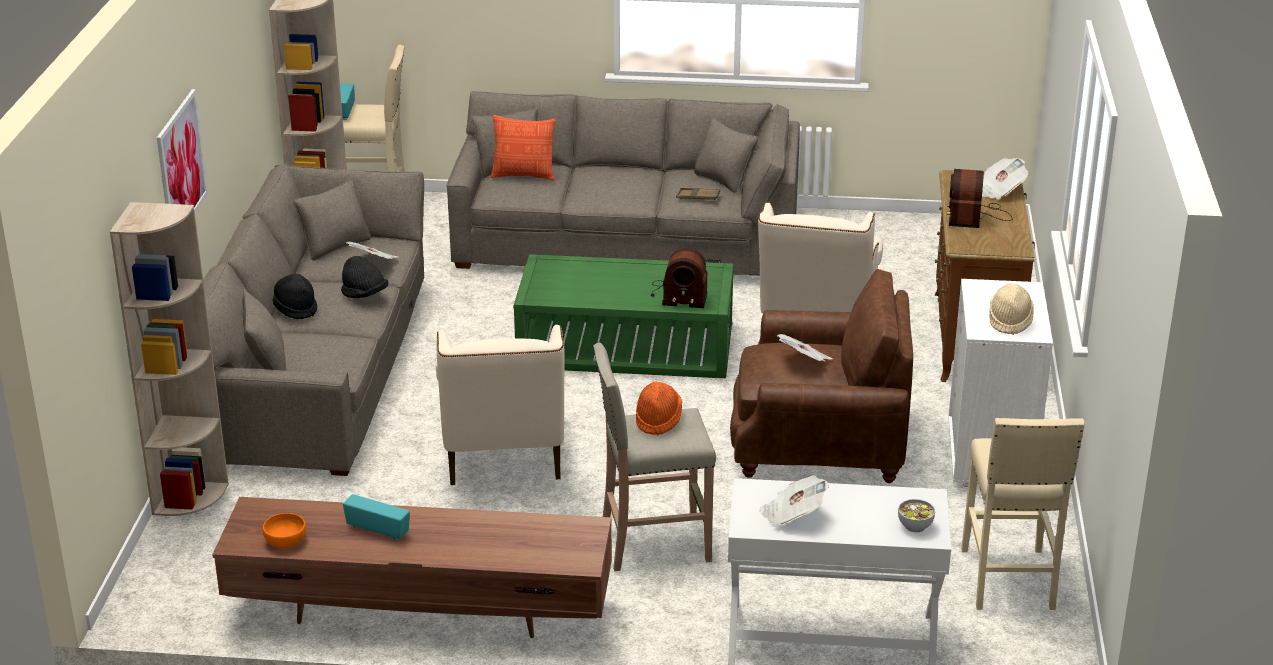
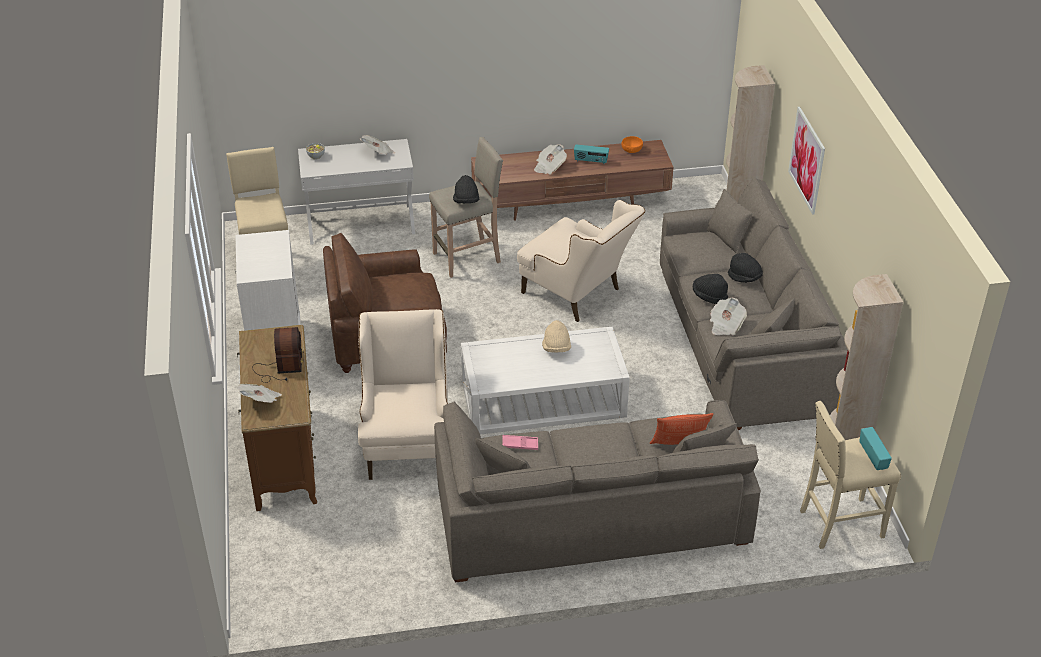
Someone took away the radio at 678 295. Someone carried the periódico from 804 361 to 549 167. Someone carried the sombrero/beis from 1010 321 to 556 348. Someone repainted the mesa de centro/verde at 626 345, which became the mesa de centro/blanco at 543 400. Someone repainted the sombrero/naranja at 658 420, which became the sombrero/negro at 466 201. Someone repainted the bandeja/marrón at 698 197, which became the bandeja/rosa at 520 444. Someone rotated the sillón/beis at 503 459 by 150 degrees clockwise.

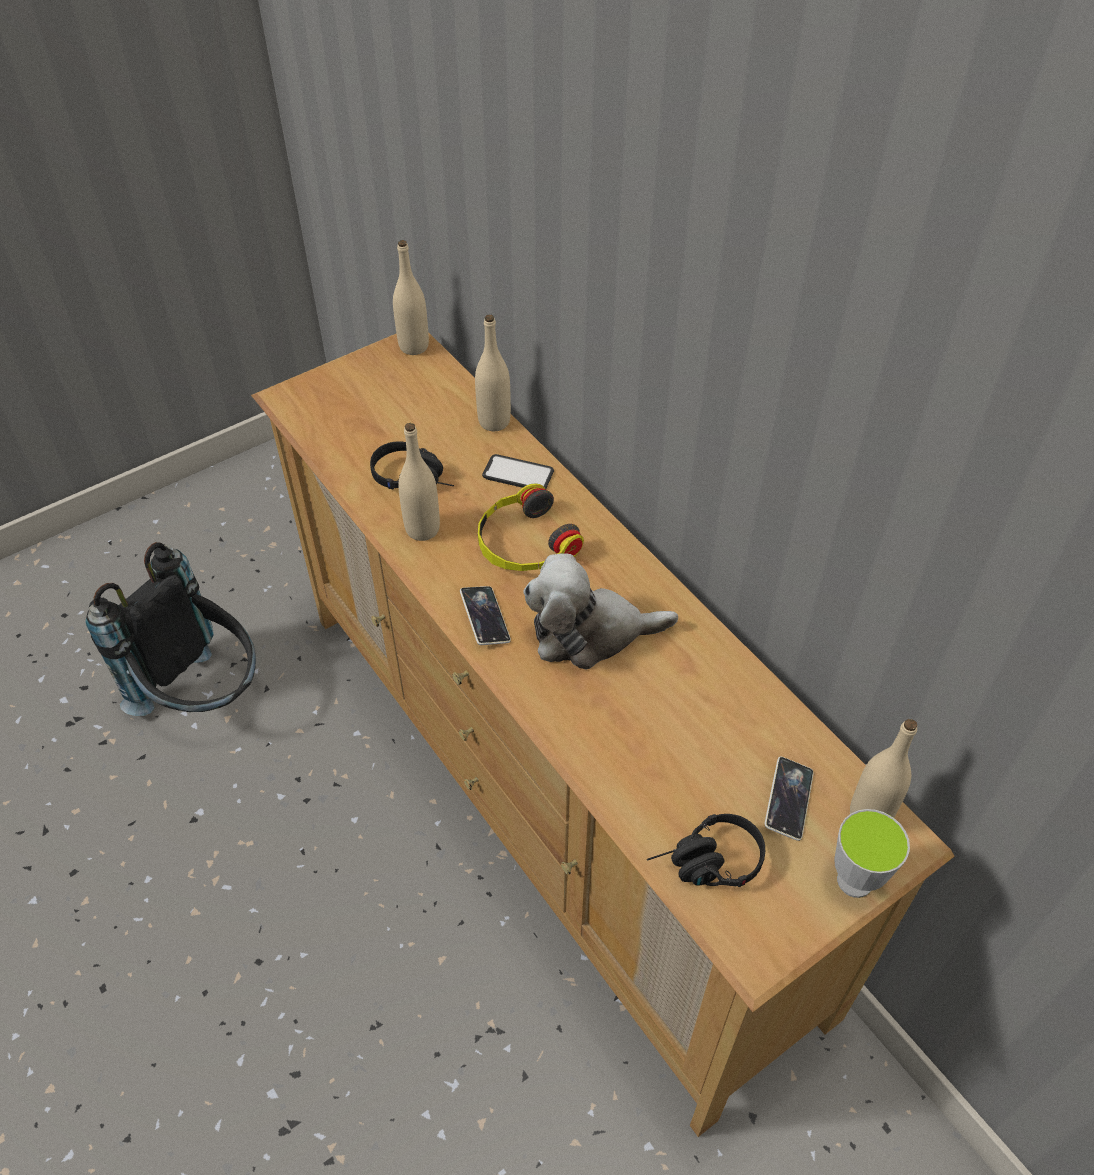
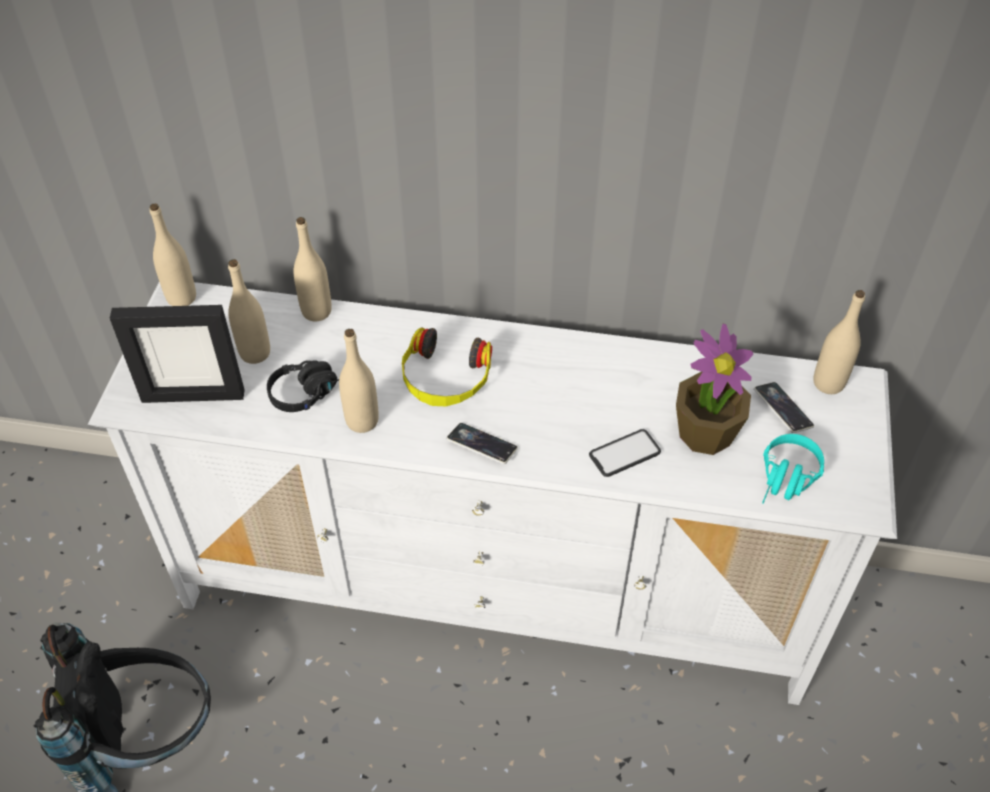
Someone took away the peluche at 590 632. Someone took away the taza at 854 881. Someone put down the portarretratos at 193 394. Someone put down the botella/beis at 255 353. Someone put down the planta en maceta at 705 433. Someone carried the móvil from 518 474 to 624 453. Someone repainted the cómoda/marrón at 548 799, which became the cómoda/blanco at 495 588. Someone repainted the auriculares/negro at 705 865, which became the auriculares/turquesa at 786 482.

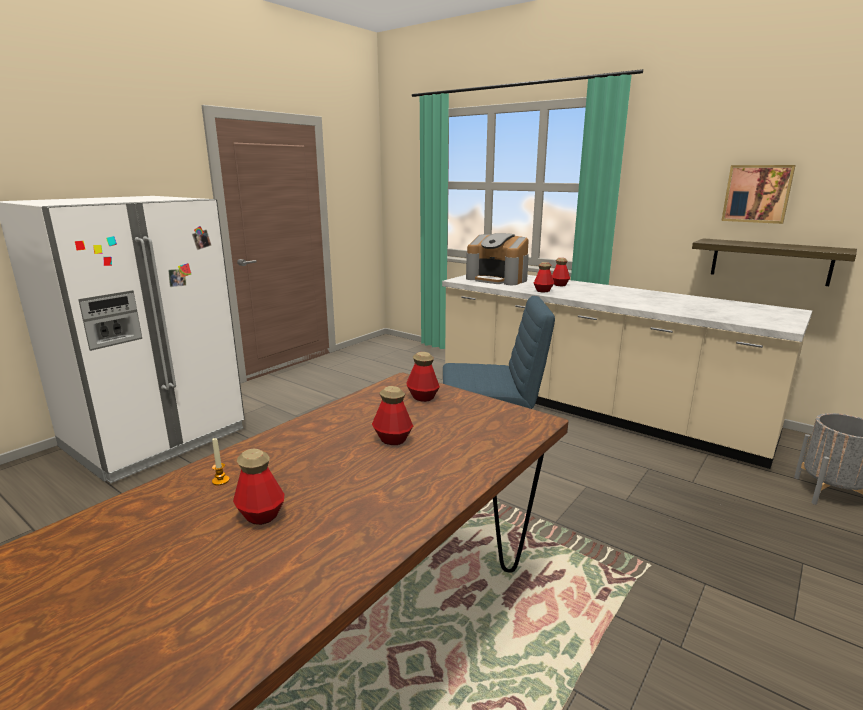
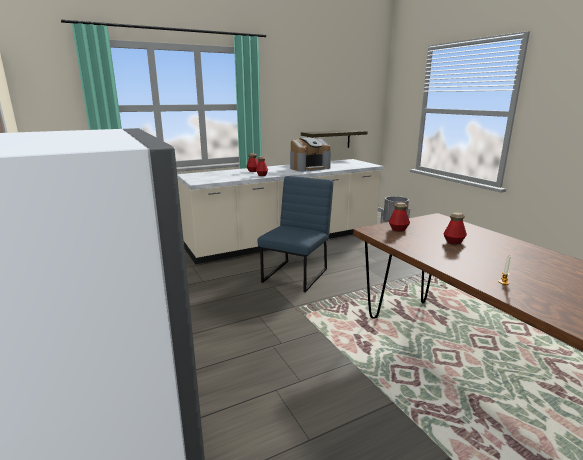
Someone took away the botella at 261 515. Someone took away the cuadro at 757 193. Someone carried the cafetera from 497 279 to 309 168.

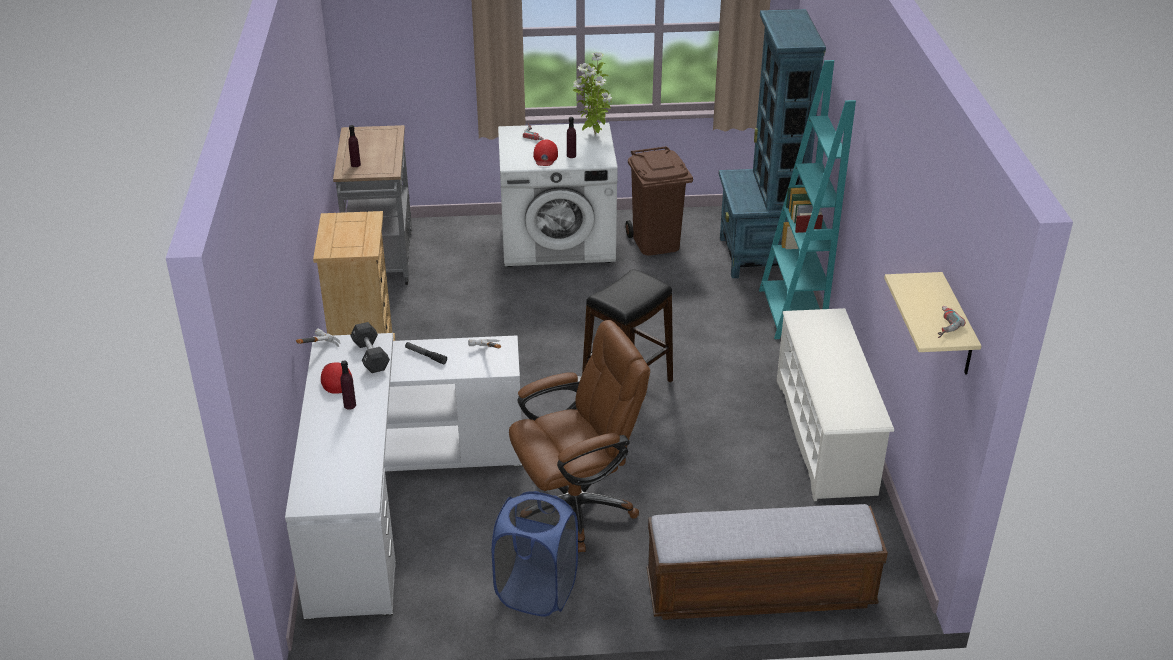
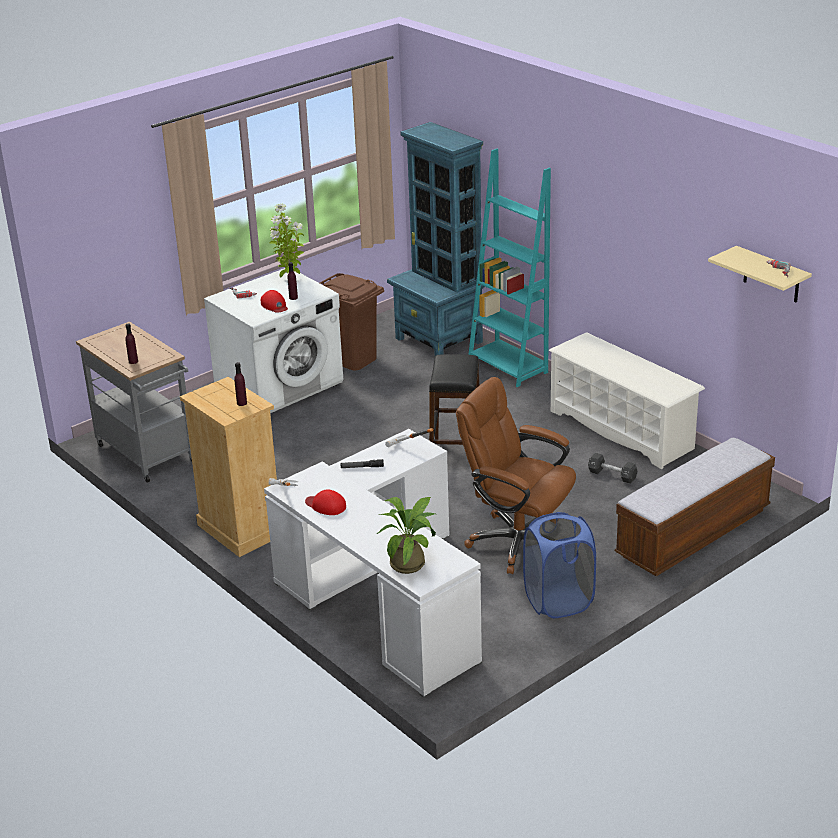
Someone put down the planta en maceta at 411 562. Someone carried the botella/morado from 350 405 to 242 403. Someone carried the mancuerna/negro from 370 356 to 612 475. Someone rotated the silla de oficina/marrón at 575 507 by 90 degrees counterclockwise.

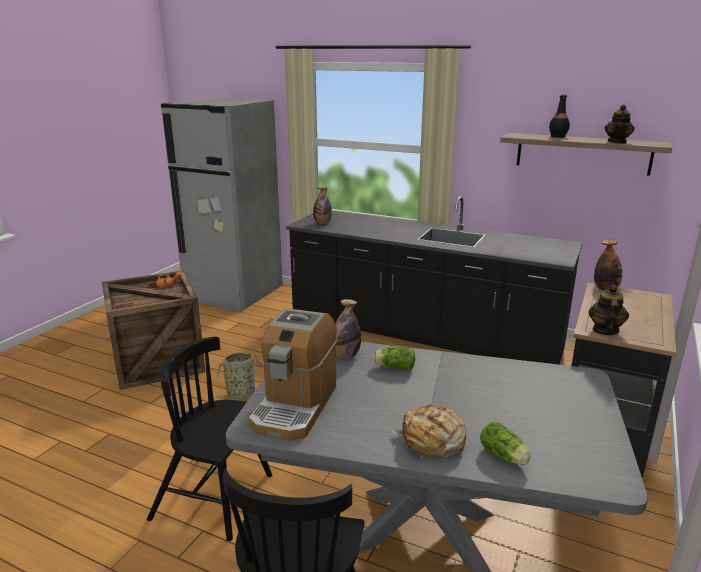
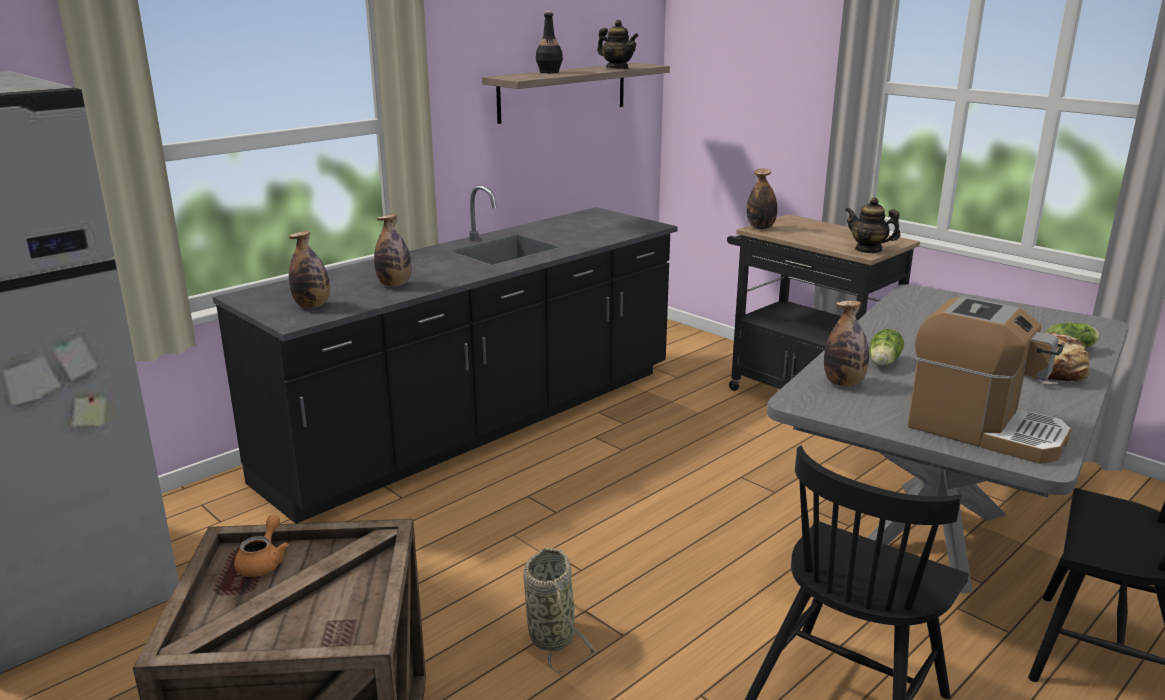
Someone put down the botella at 394 285.

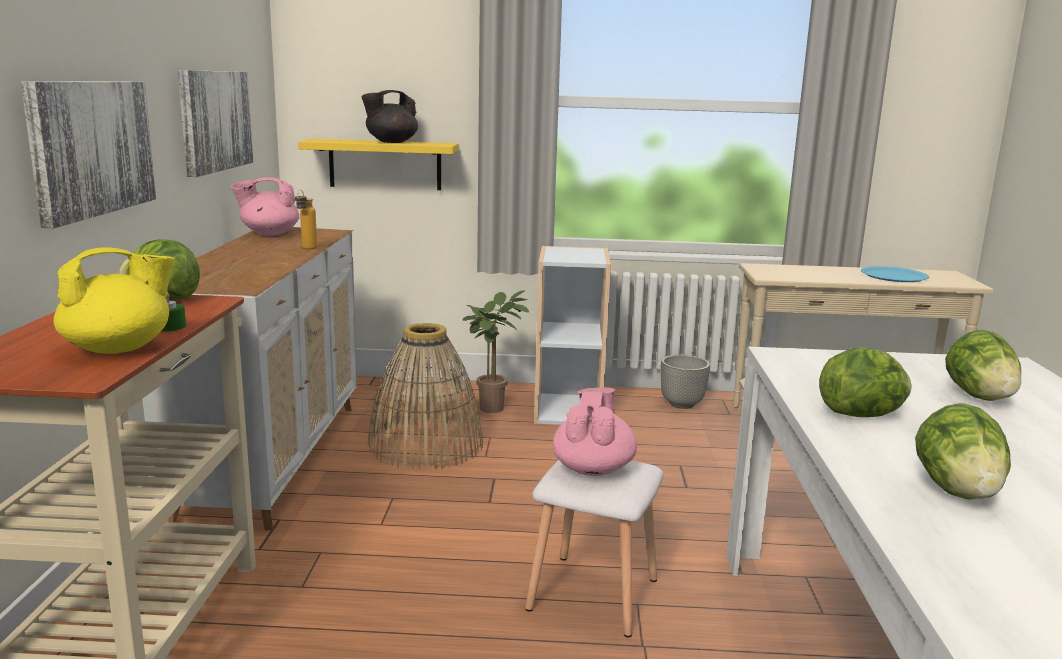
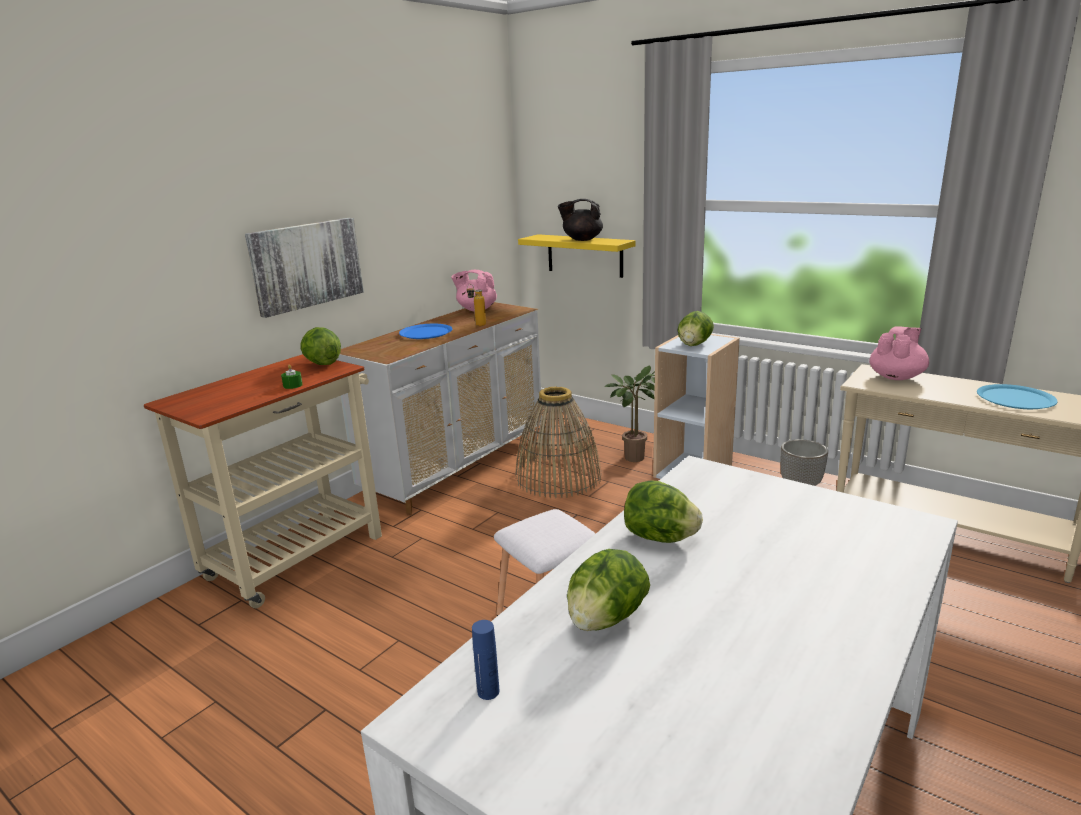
Someone took away the tetera/amarillo at 120 348. Someone took away the cuadro at 214 120. Someone put down the plato/azul at 426 332. Someone put down the botella/azul at 488 691. Someone carried the tetera/rosa from 593 468 to 896 377. Someone carried the lechuga from 979 396 to 694 345.

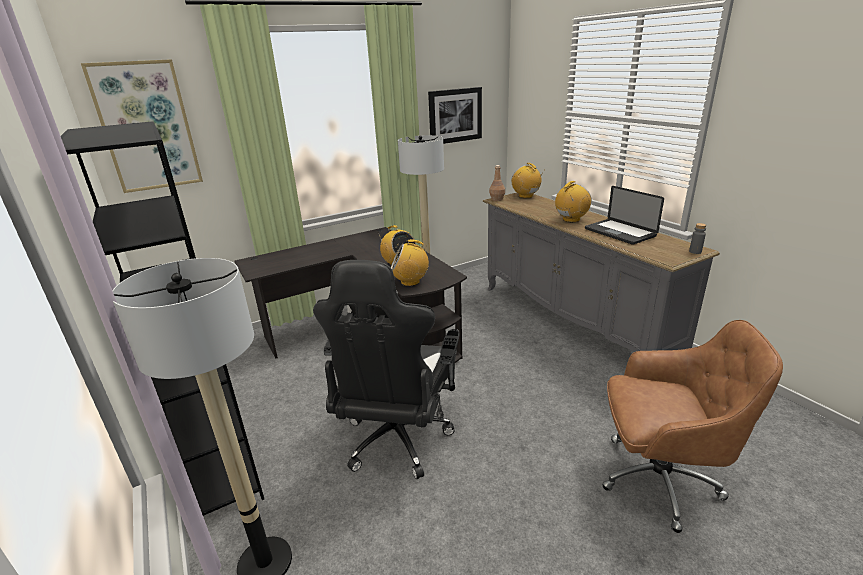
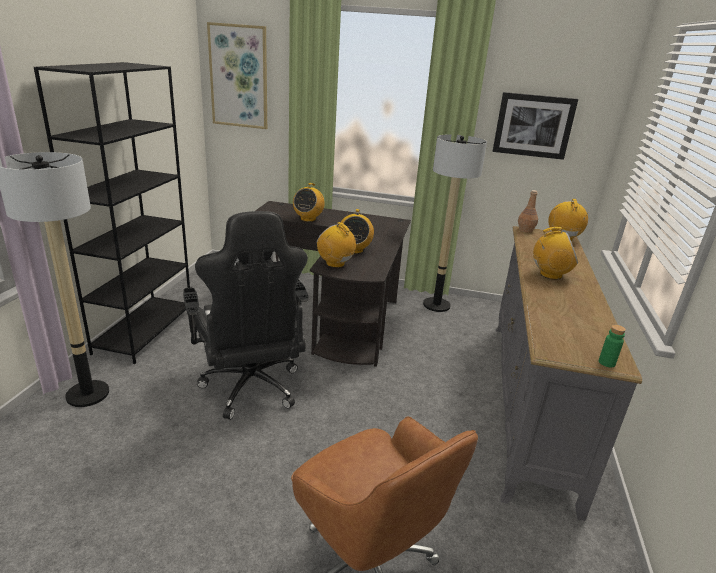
Someone took away the portátil at 619 232. Someone put down the radio at 308 219. Someone repainted the botella/gris at 695 251, which became the botella/verde at 606 363. Someone rotated the silla de oficina/negro at 399 434 by 75 degrees counterclockwise.

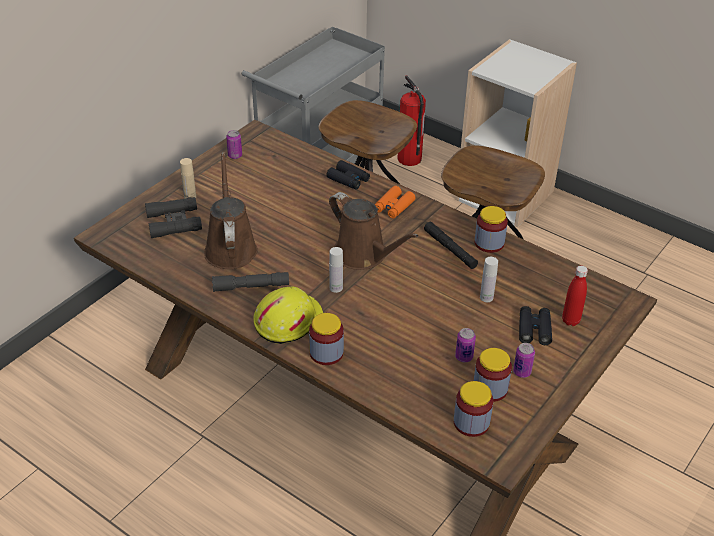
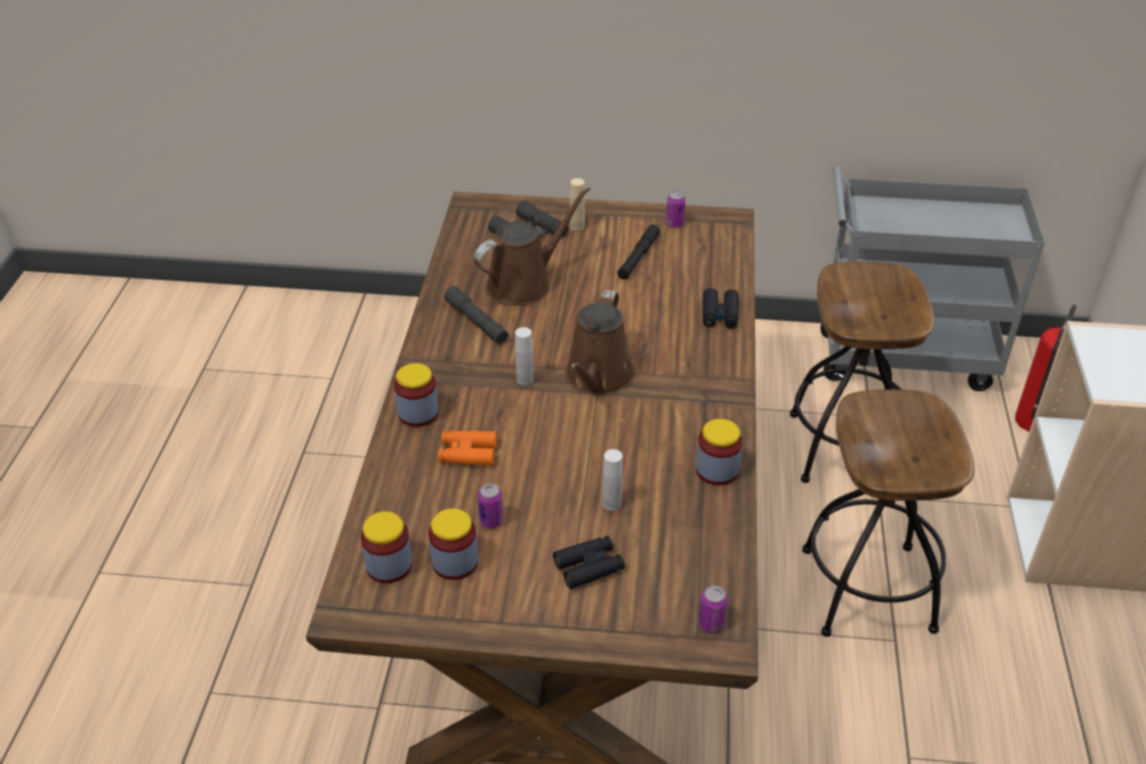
Someone took away the casco/amarillo at 288 321. Someone took away the botella/rojo at 570 321. Someone carried the prismáticos/naranja from 393 207 to 467 453. Someone carried the linterna/negro from 450 249 to 638 257. Someone carried the lata from 522 372 to 711 624.

